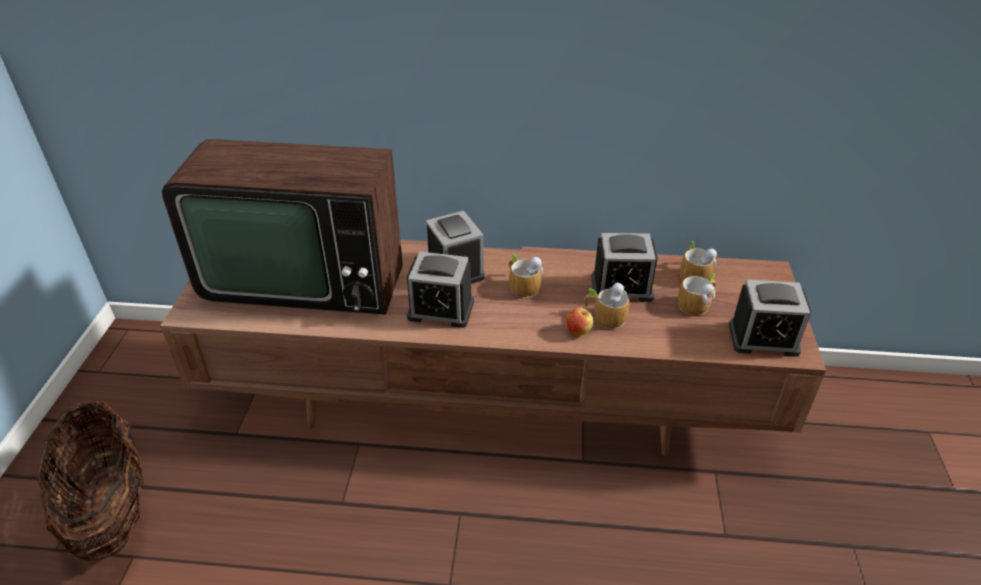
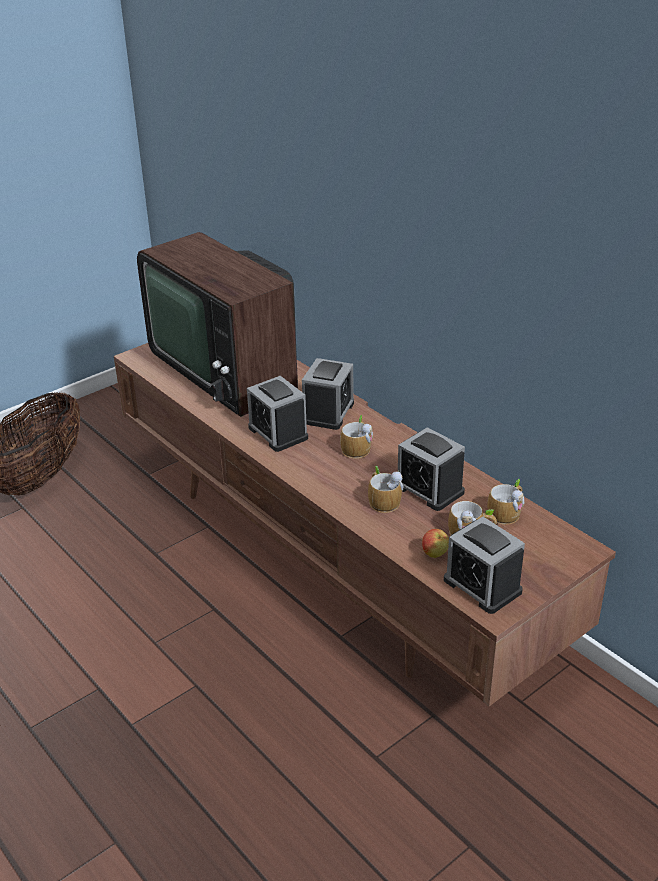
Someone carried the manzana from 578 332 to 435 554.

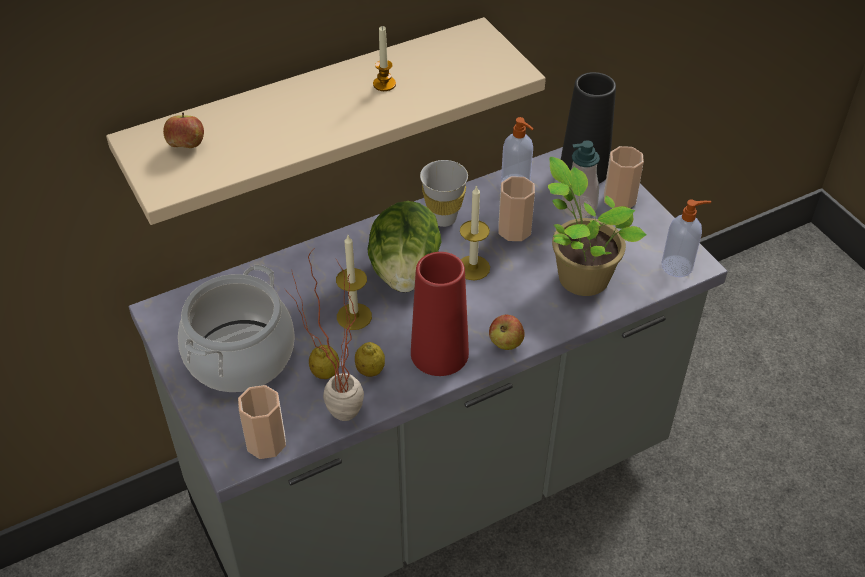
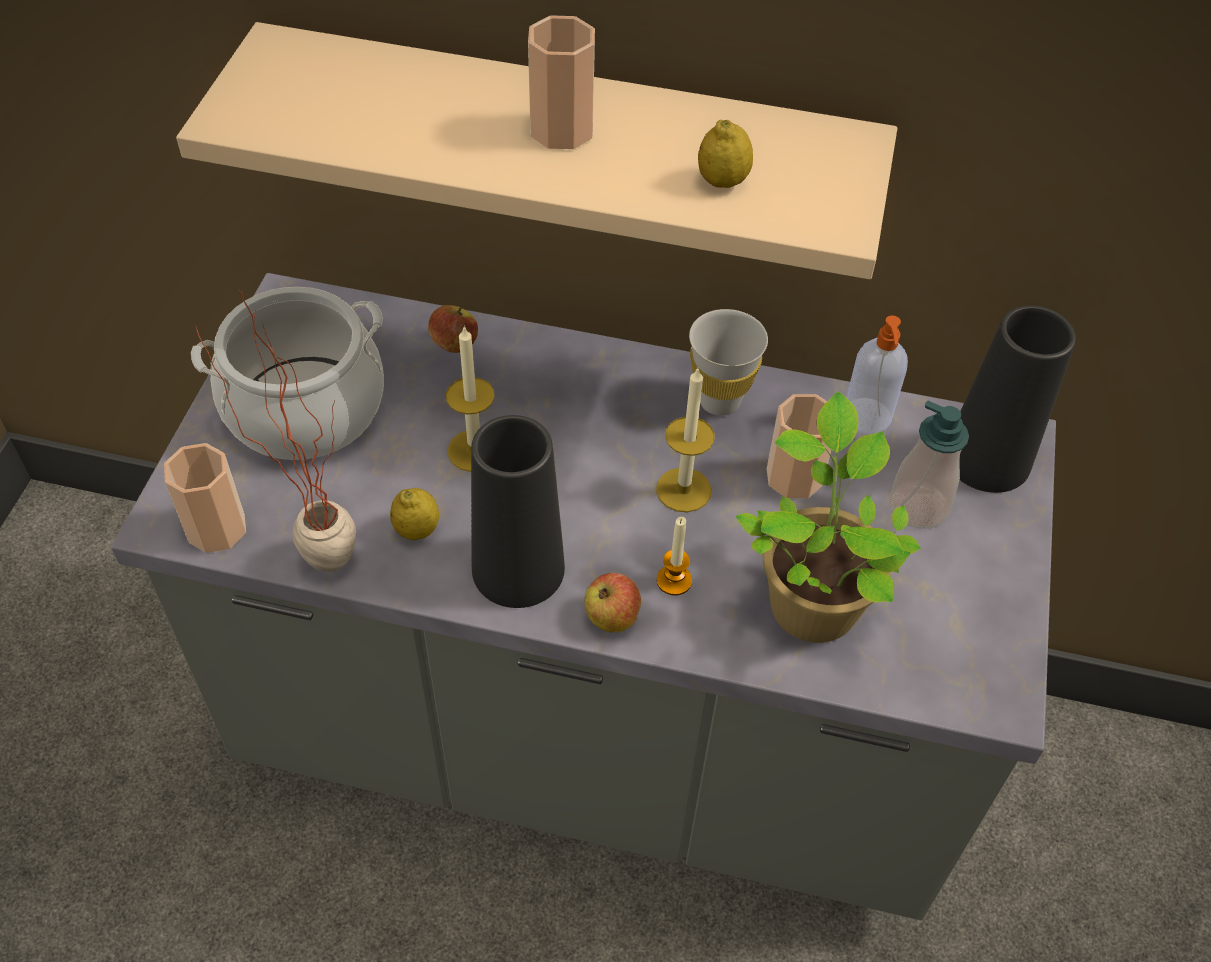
Someone took away the lechuga at 405 271. Someone took away the dispensador de jabón at 678 266. Someone carried the manzana from 186 146 to 454 345. Someone carried the limón from 325 373 to 722 181. Someone carried the vela from 384 84 to 674 580. Someone carried the taza from 619 199 to 561 130. Someone repainted the florero/rojo at 439 353, which became the florero/negro at 518 569.

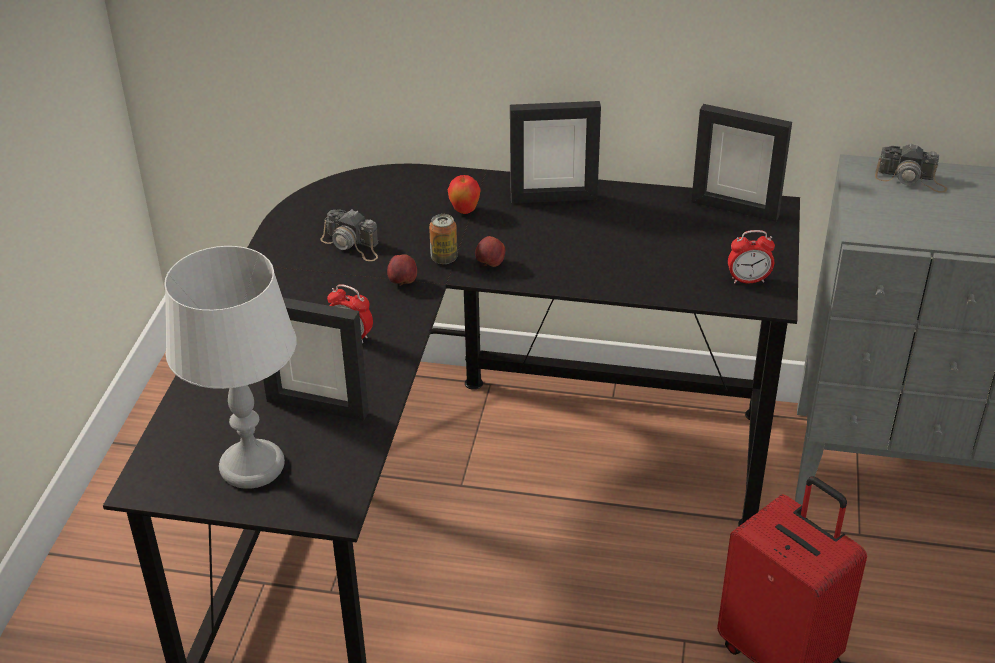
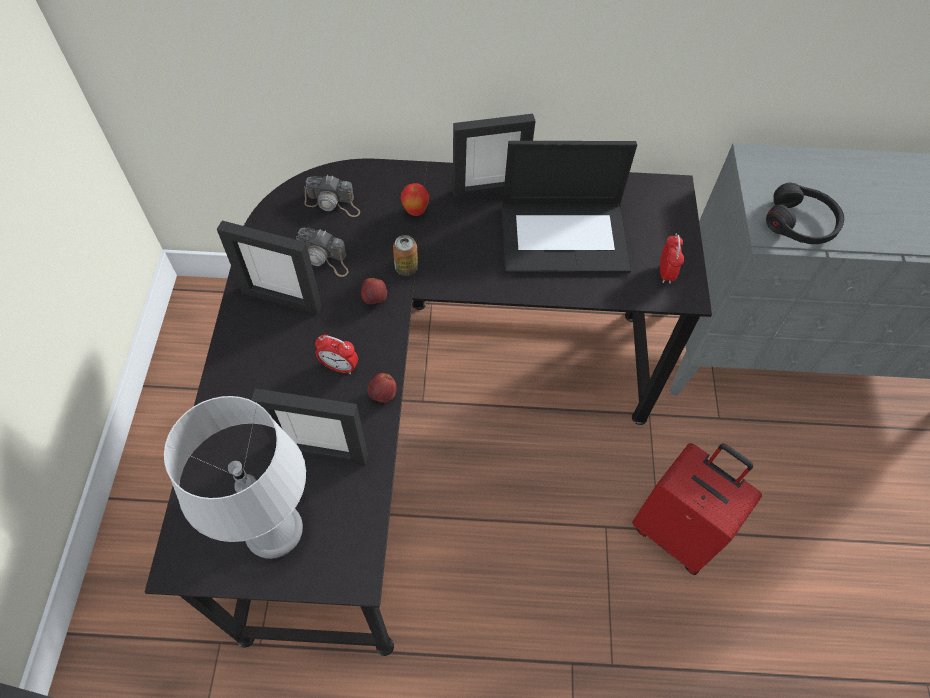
Someone put down the portátil at 565 237. Someone put down the auriculares/negro at 800 223. Someone carried the manzana from 490 264 to 383 395. Someone carried the portarretratos from 735 208 to 282 298. Someone carried the cámara from 911 179 to 333 203. Someone rotated the despertador at 748 280 by 75 degrees counterclockwise.

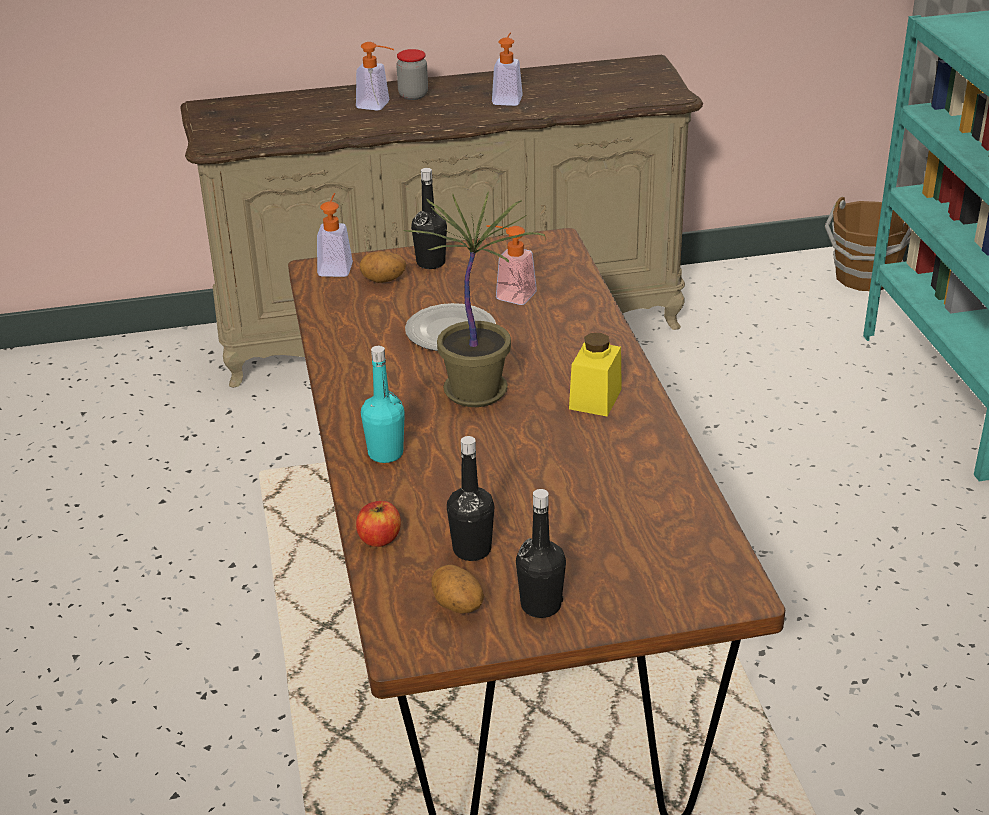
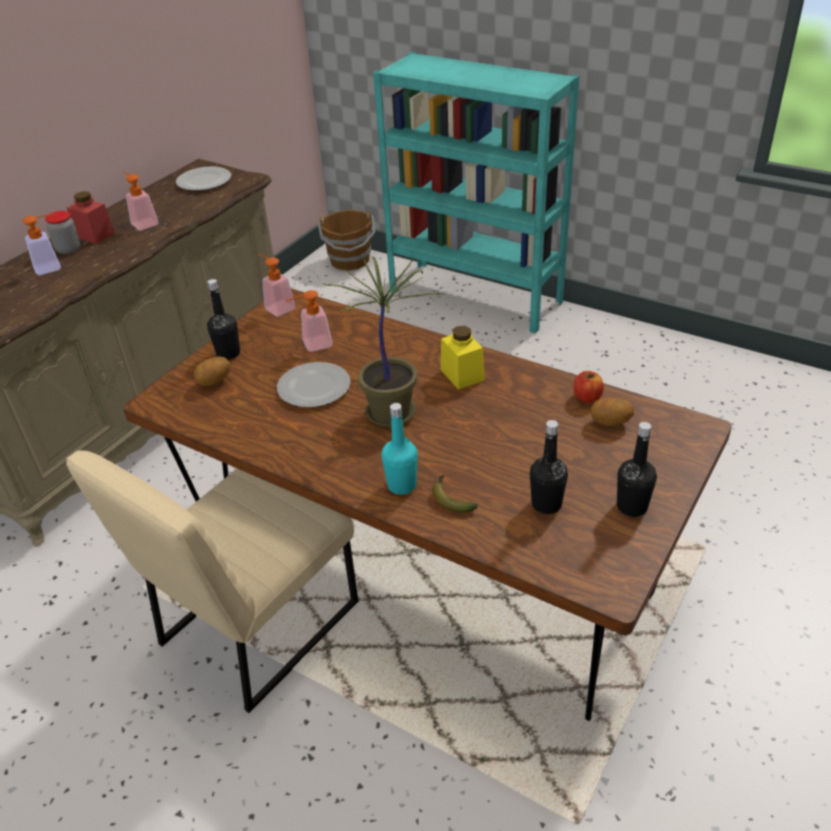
Someone put down the silla/beis at 254 626. Someone put down the tarro/rojo at 94 235. Someone put down the plato at 204 181. Someone put down the plátano at 450 499. Someone carried the dispensador de jabón from 336 266 to 277 307. Someone carried the manzana from 379 539 to 587 397. Someone carried the patata from 457 606 to 610 423.

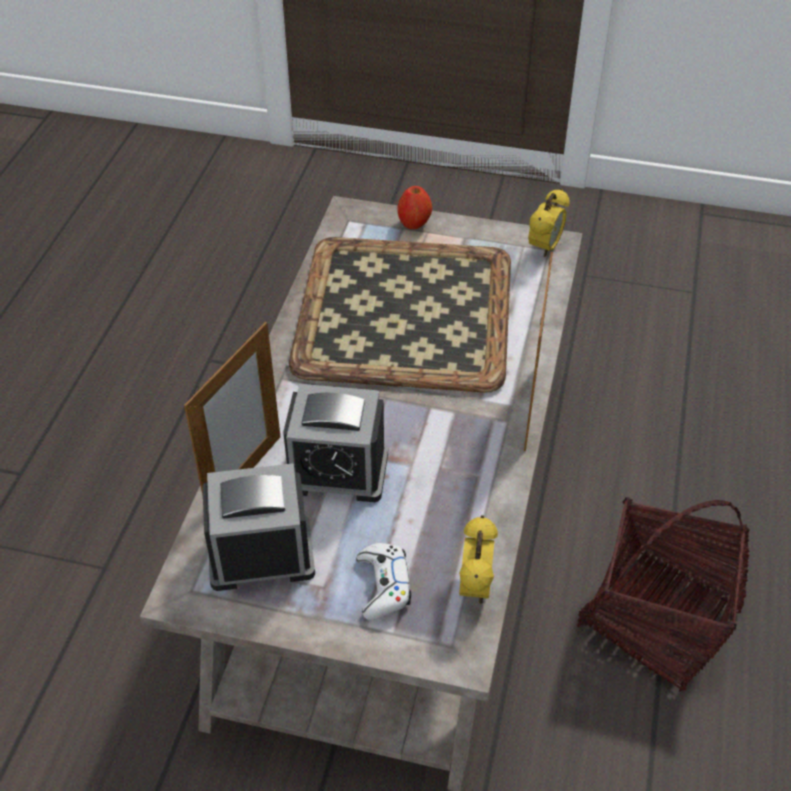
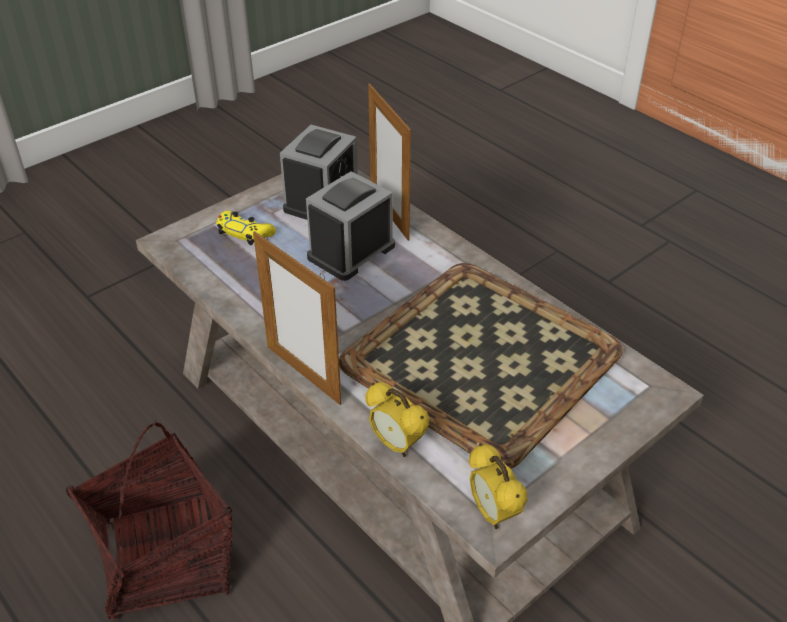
Someone took away the manzana at 414 224. Someone carried the despertador from 475 588 to 397 445. Someone repainted the mando de consola/blanco at 383 586, which became the mando de consola/amarillo at 245 233.

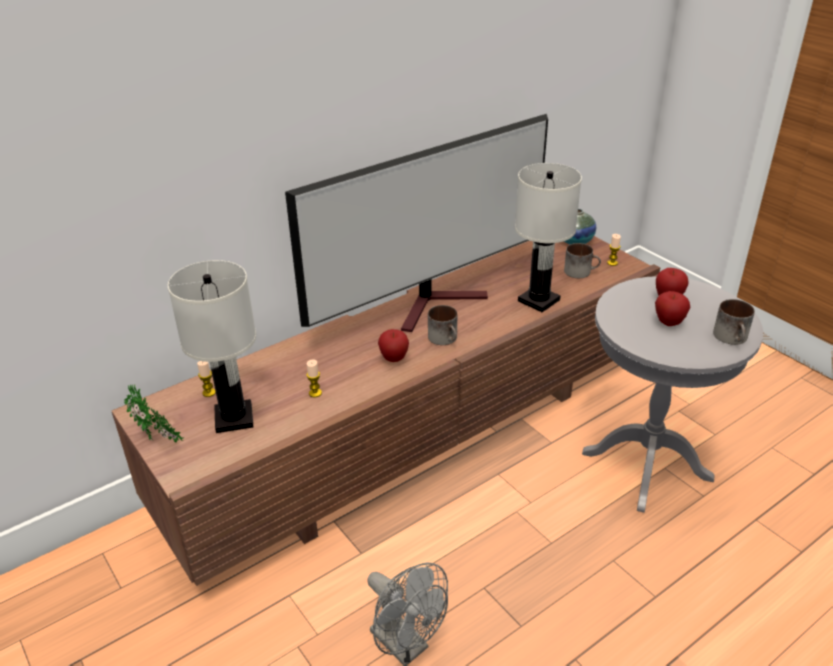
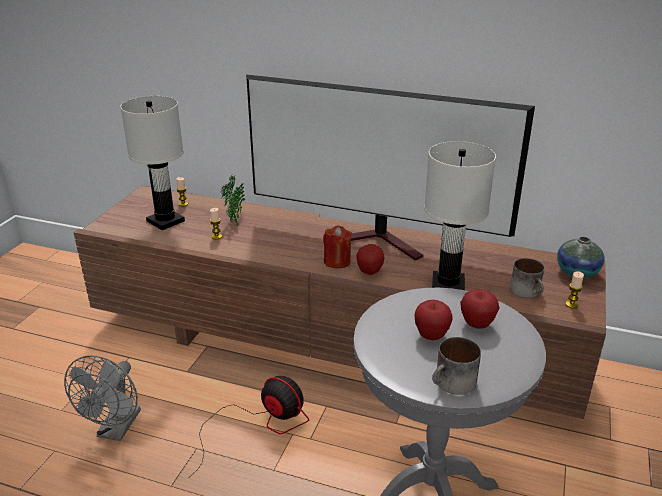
Someone put down the ventilador at 259 425. Someone carried the planta en maceta from 159 441 to 234 222. Someone carried the manzana from 394 359 to 369 272. Someone swapped the taza grande at 445 338 for the vela/rojo at 337 261.

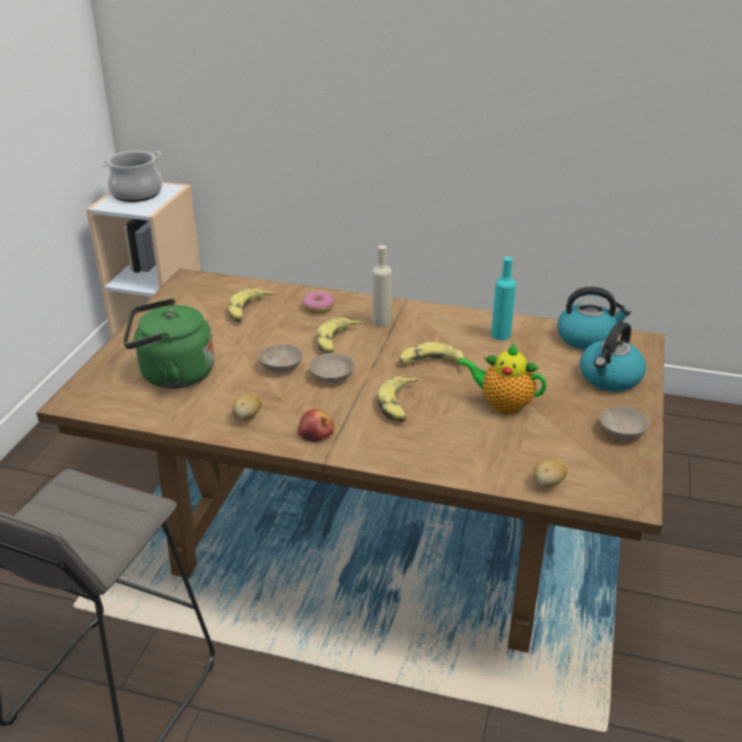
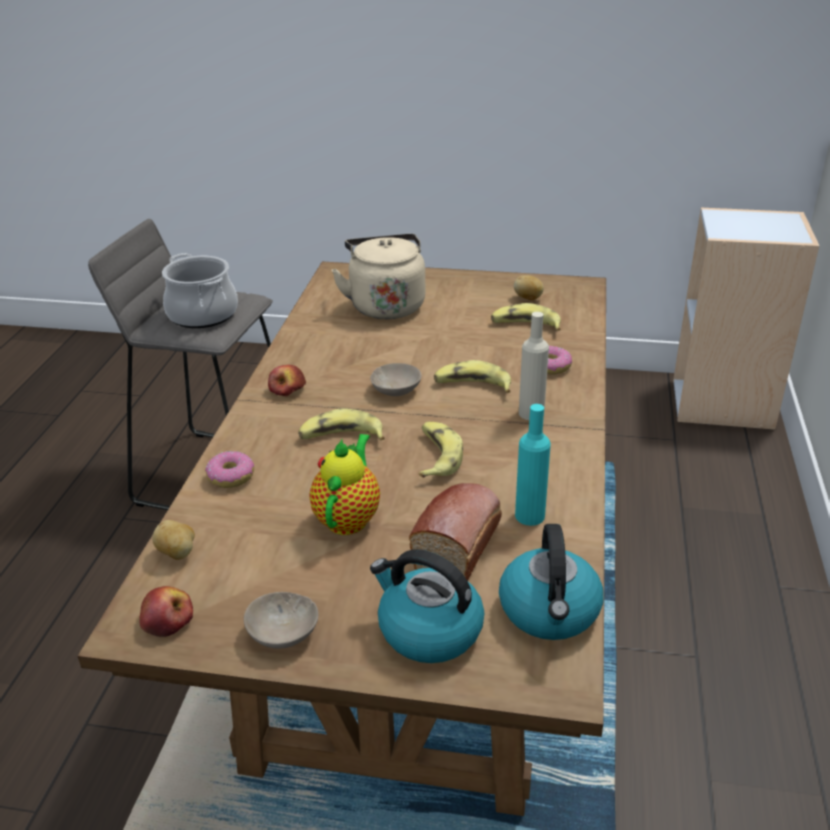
Someone took away the cuenco/beis at 281 367. Someone put down the manzana at 168 620. Someone put down the rosquilla at 231 476. Someone put down the pan at 460 544. Someone carried the olla from 136 194 to 202 314. Someone carried the patata from 247 417 to 528 298. Someone repainted the hervidor/verde at 172 375, which became the hervidor/beis at 386 305.

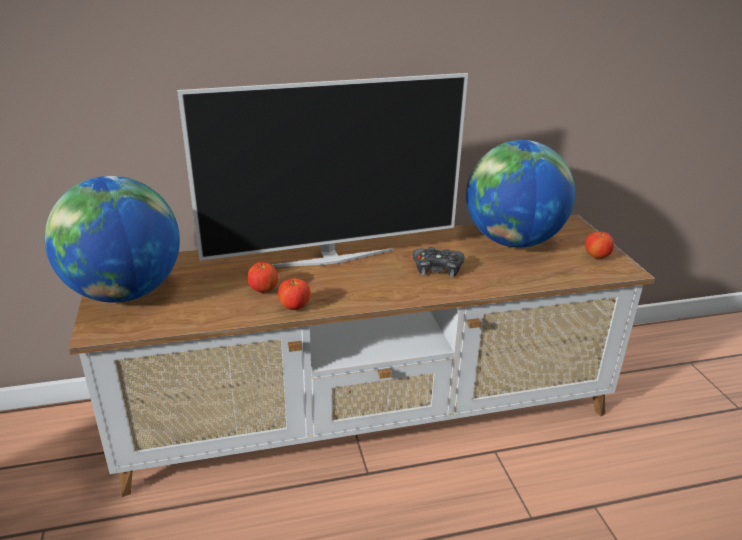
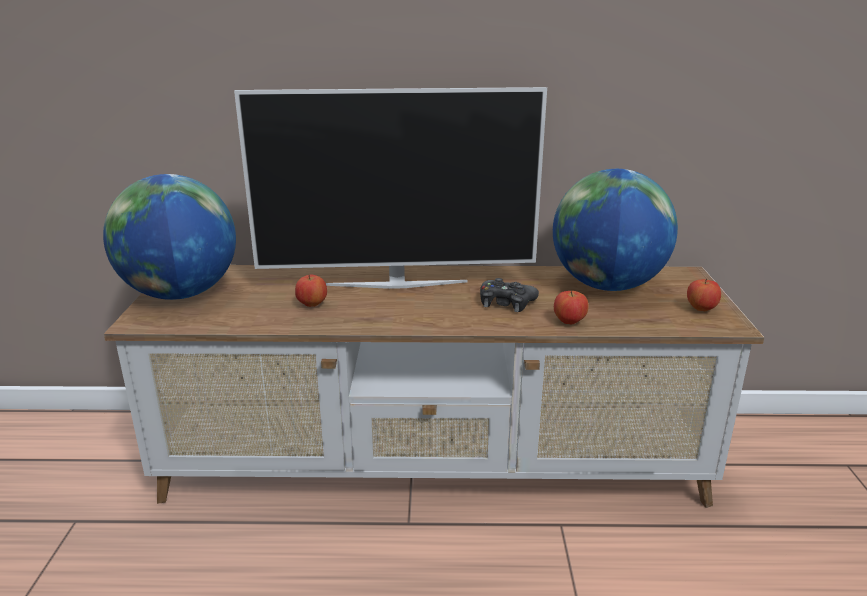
Someone carried the manzana from 295 307 to 569 322.

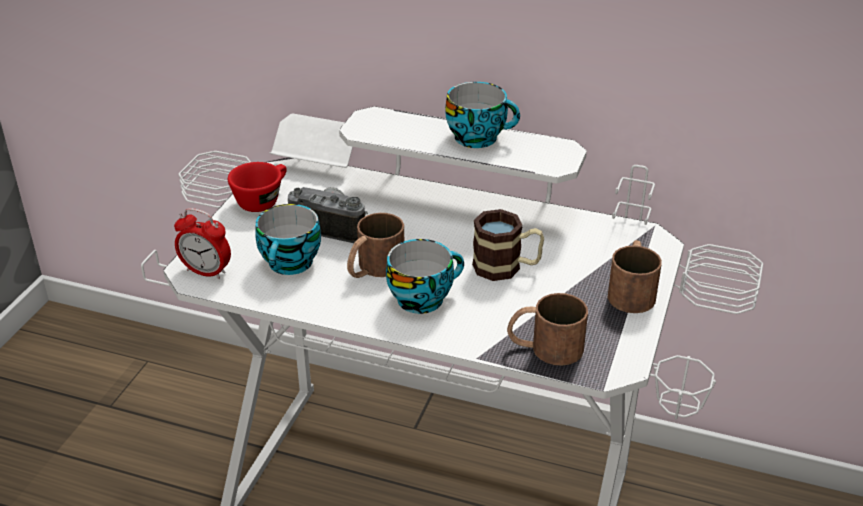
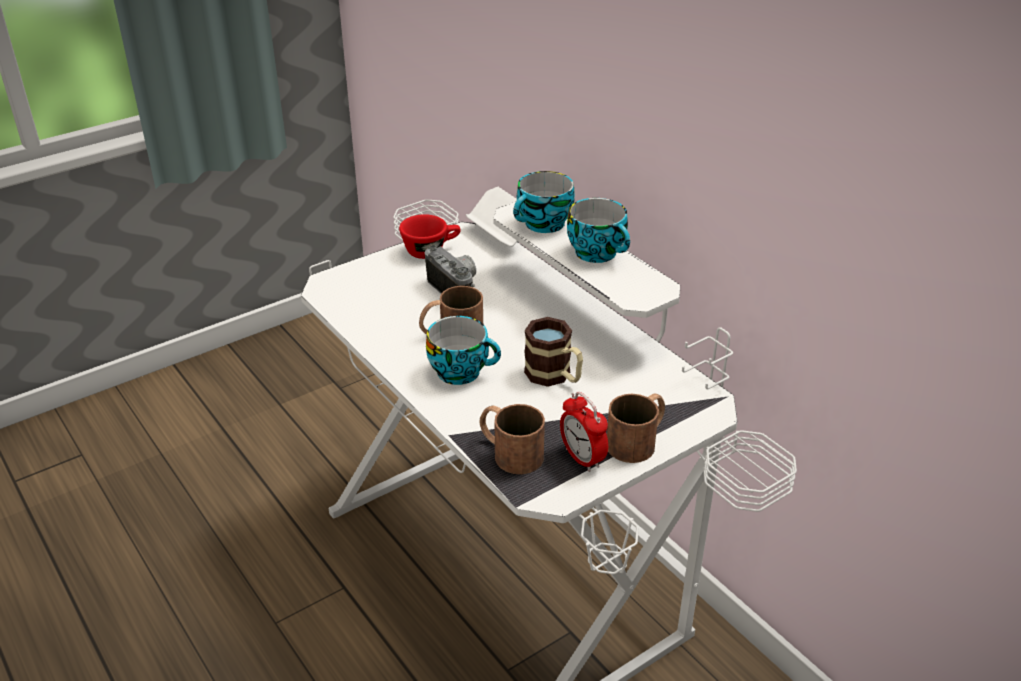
Someone carried the despertador from 206 272 to 582 458. Someone carried the taza from 291 264 to 543 225.

